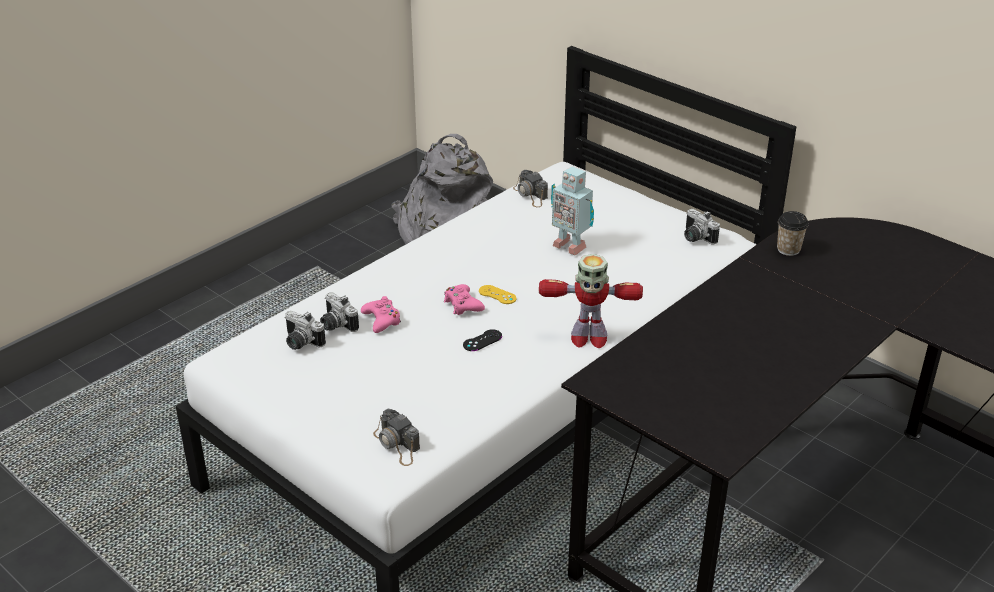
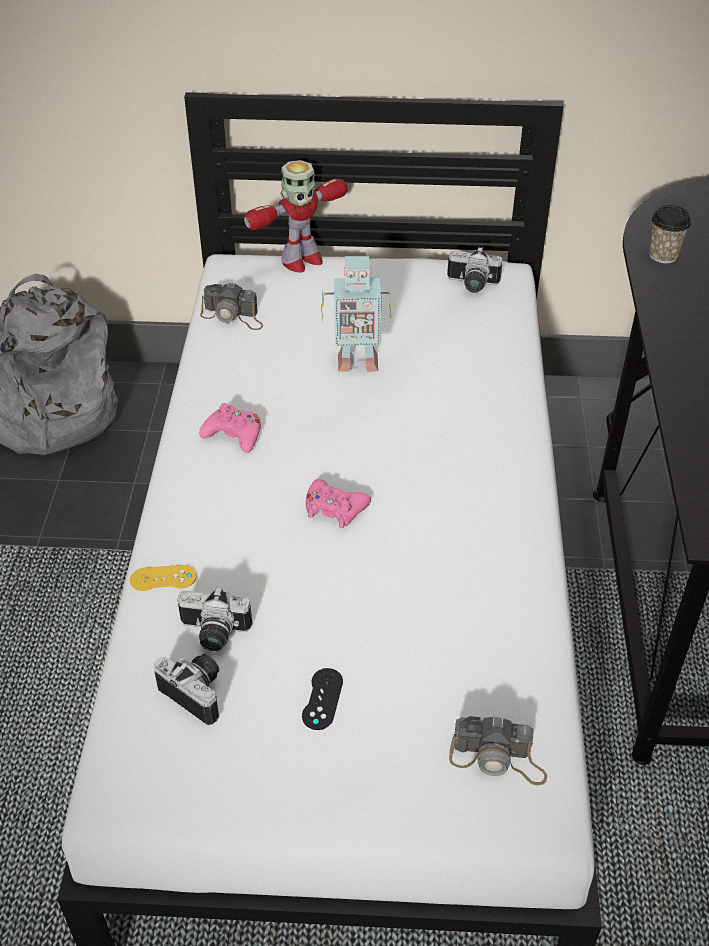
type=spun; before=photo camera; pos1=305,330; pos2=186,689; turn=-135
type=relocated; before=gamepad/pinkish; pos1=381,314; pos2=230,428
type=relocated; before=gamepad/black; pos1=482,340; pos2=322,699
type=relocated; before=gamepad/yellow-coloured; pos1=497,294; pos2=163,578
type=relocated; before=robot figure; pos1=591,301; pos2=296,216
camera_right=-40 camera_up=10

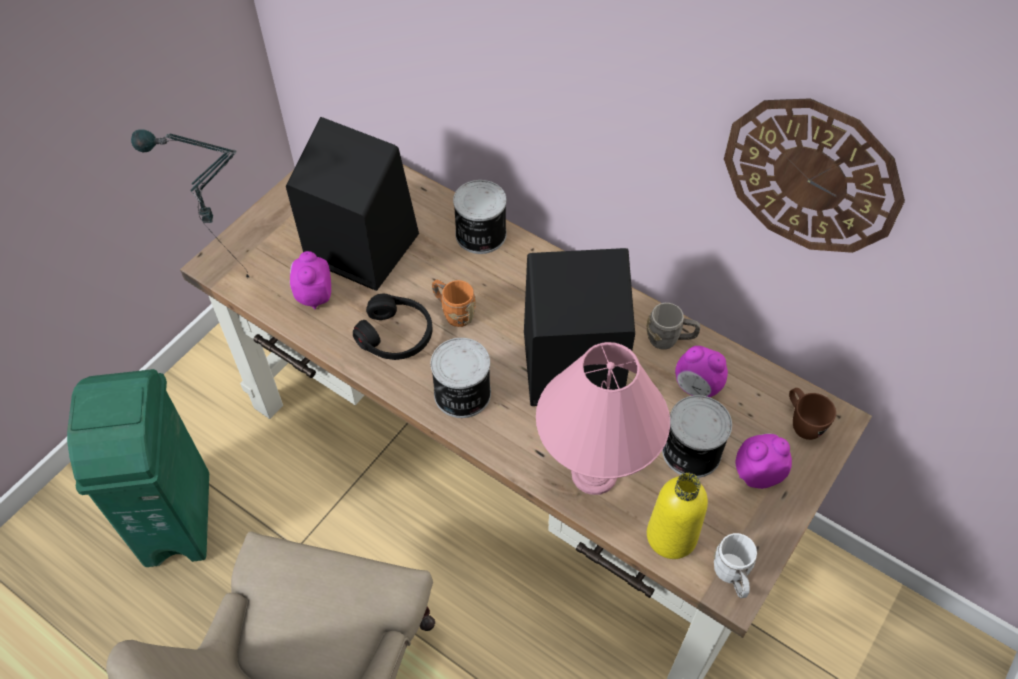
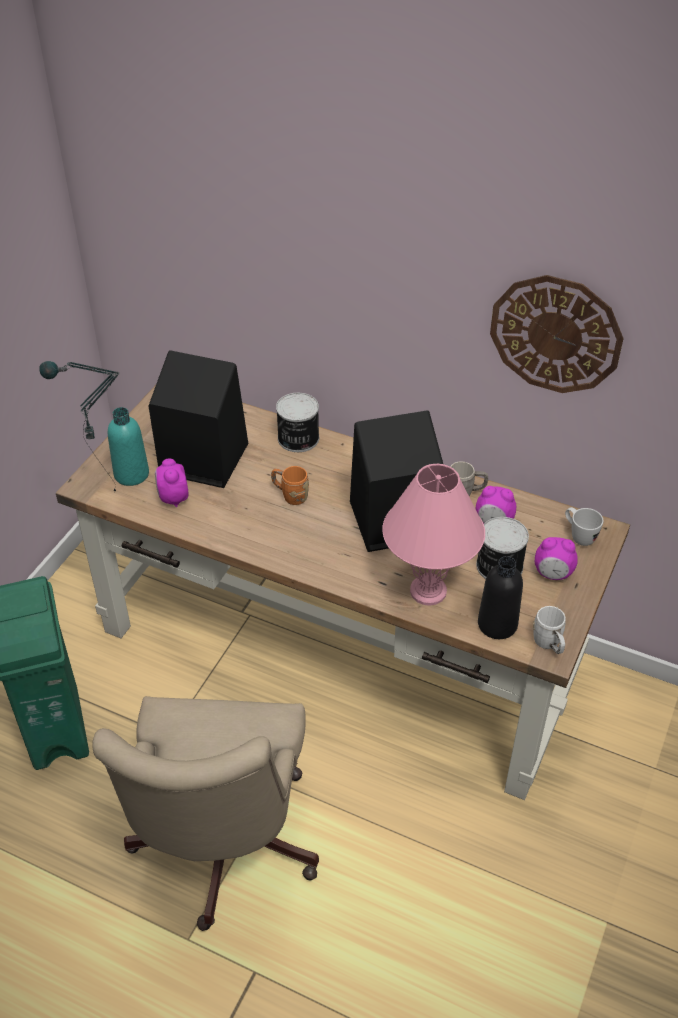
type=missing; before=headphones/black; pos1=393,327
type=missing; before=sealed can; pos1=460,378
type=colour; before=drink bottle/yellow-coloured; after=drink bottle/black; pos1=677,516; pos2=500,597
type=spun; before=bedside clock; pos1=763,461; pos2=556,558; turn=-150
type=colour; before=coffee mug/brown; after=coffee mug/whitish; pos1=812,414; pos2=584,526
type=appeared; after=drink bottle/turquoise-coloured; pos2=128,446
camera_right=-10 camera_up=-10

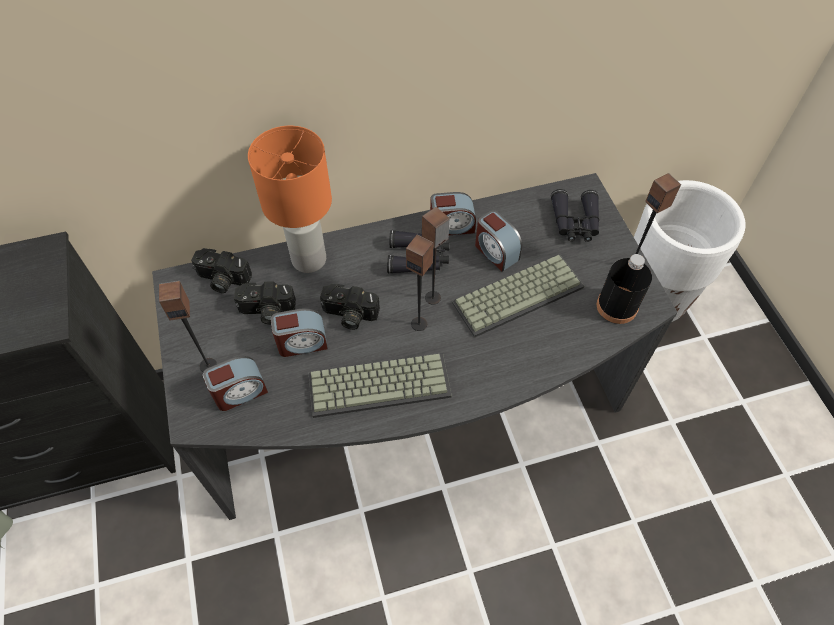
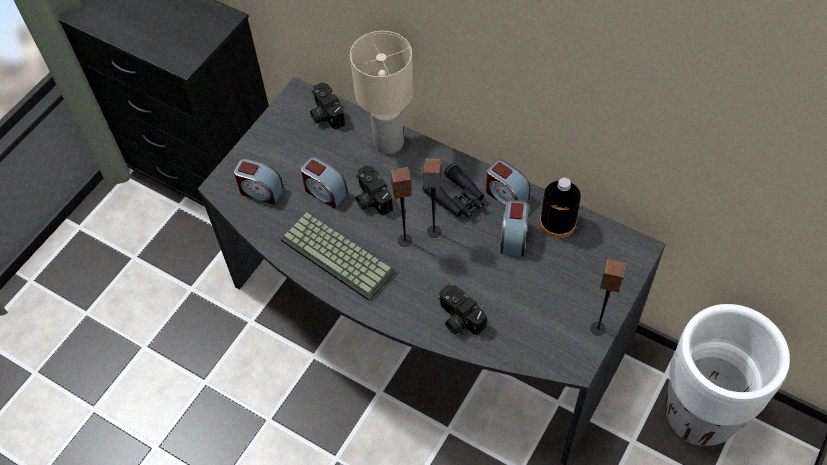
type=missing; before=audio speaker; pos1=188,326
type=relocated; before=photo camera; pos1=265,303; pos2=462,310
type=colour; before=lamp for a table/orange; after=lamp for a table/beige; pos1=290,199; pos2=382,92
type=missing; before=keyboard; pos1=518,296
type=missing; before=binoculars/black; pos1=575,215
type=relocated; before=drink bottle/black; pos1=624,289; pos2=560,208
camera_right=50 camera_up=0

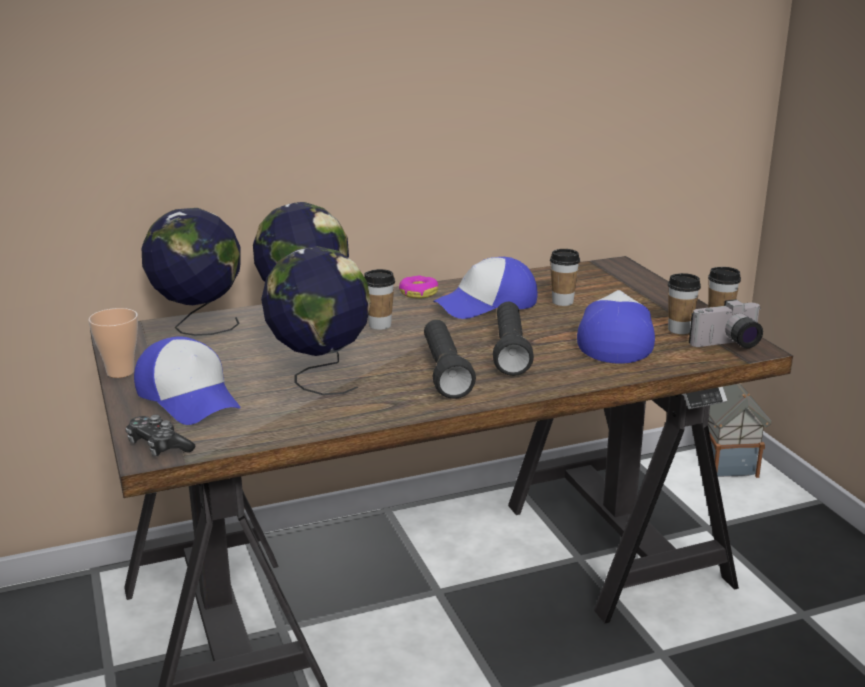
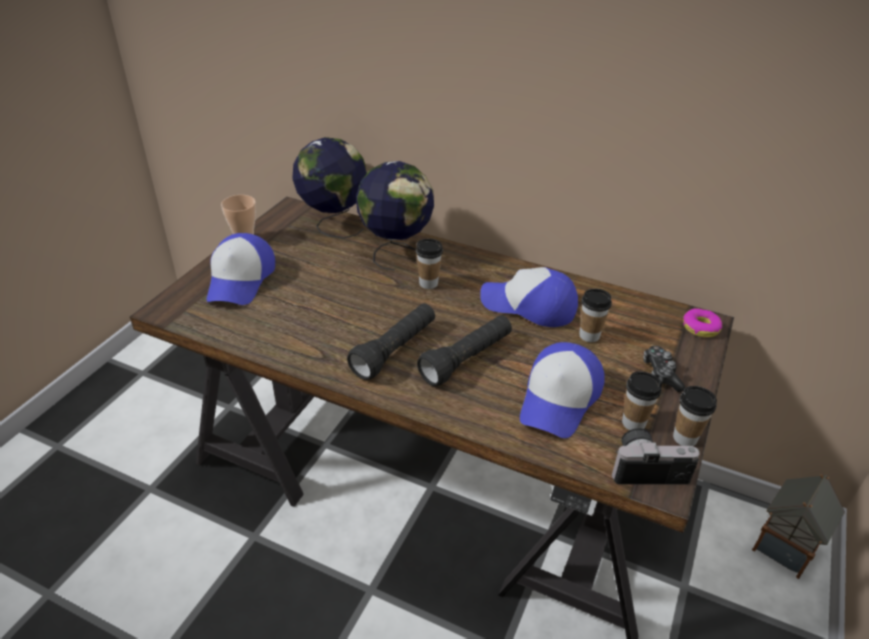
type=relocated; before=gamepad; pos1=160,435; pos2=664,369
type=missing; before=world globe; pos1=316,320
type=relocated; before=ring doughnut; pos1=418,287; pos2=702,323
type=spun; before=baseball cap; pos1=616,327; pos2=562,390; turn=150
type=spun; before=photo camera; pos1=726,323; pos2=656,456; turn=150
camera_right=45 camera_up=15

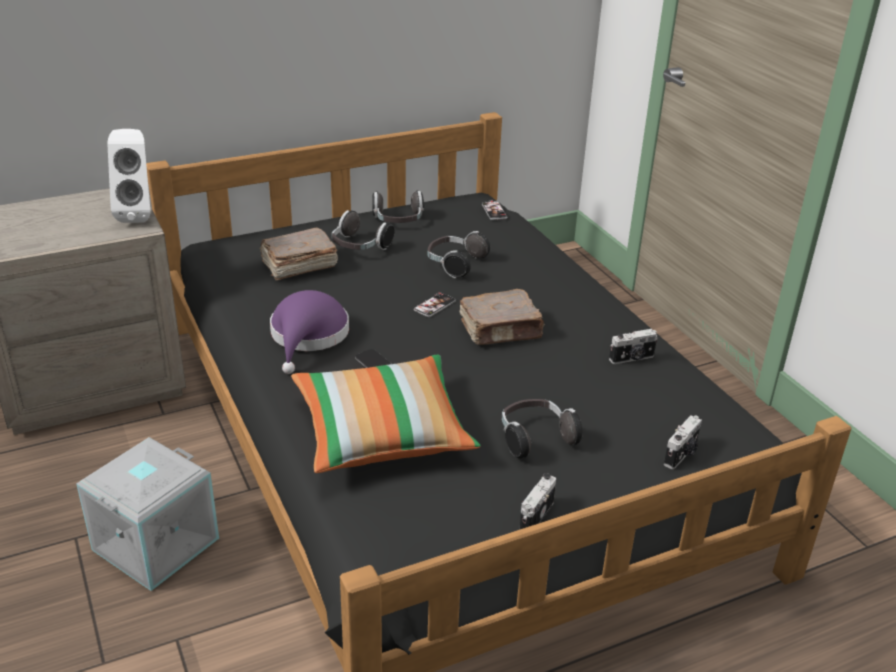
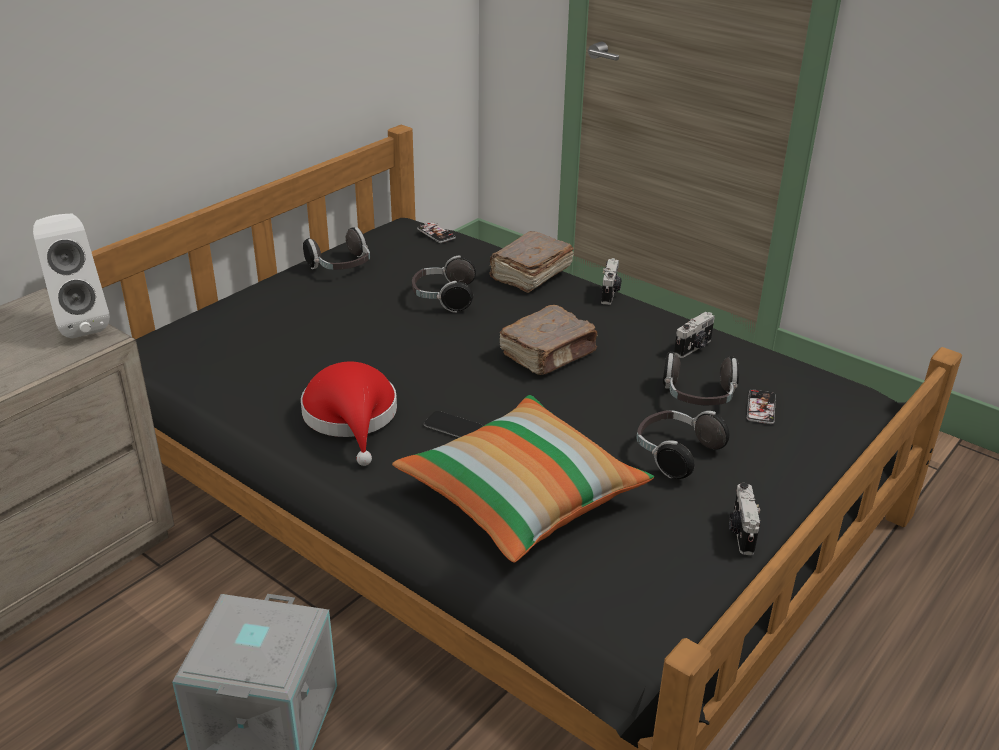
type=relocated; before=book/brown; pos1=299,253; pos2=531,262
type=colour; before=wearable hat/purple-coloured; after=wearable hat/reddish; pos1=309,332; pos2=349,414
type=relocated; before=headphones; pos1=363,230; pos2=701,378
type=relocated; before=telephone; pos1=435,305; pos2=761,406
type=relocated; before=photo camera; pos1=683,442; pos2=611,281
camera_right=-25 camera_up=0

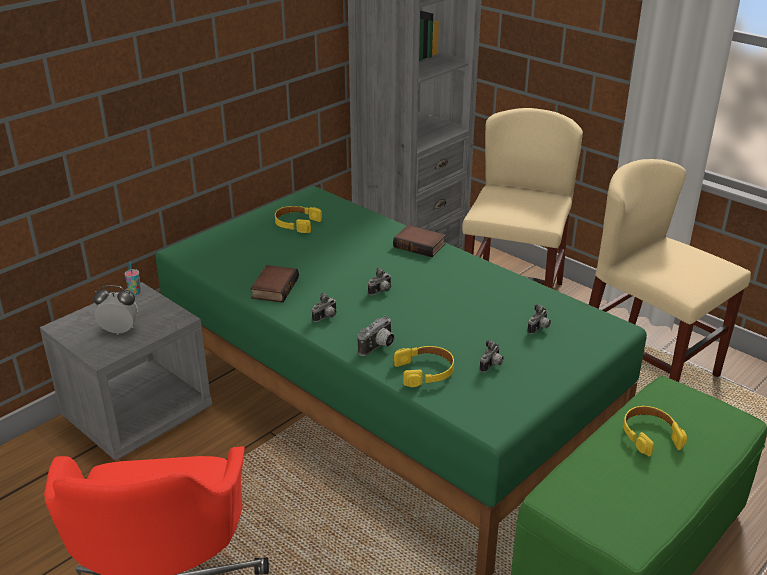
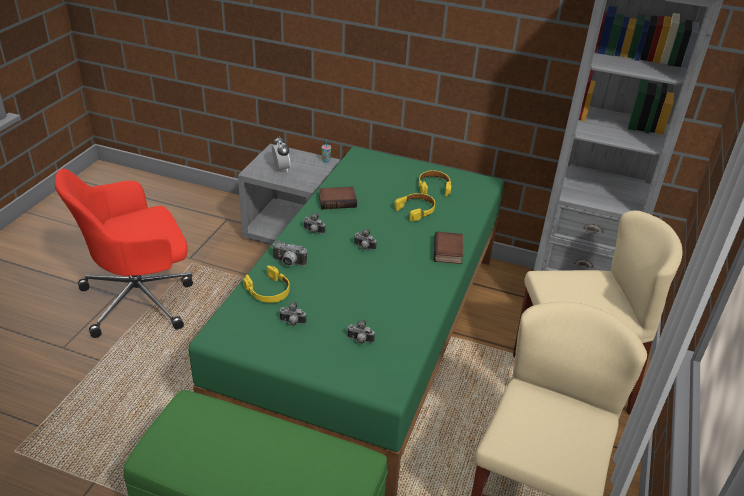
type=relocated; before=headphones/yellow-coloured; pos1=655,431; pos2=414,207
camera_right=65 camera_up=5

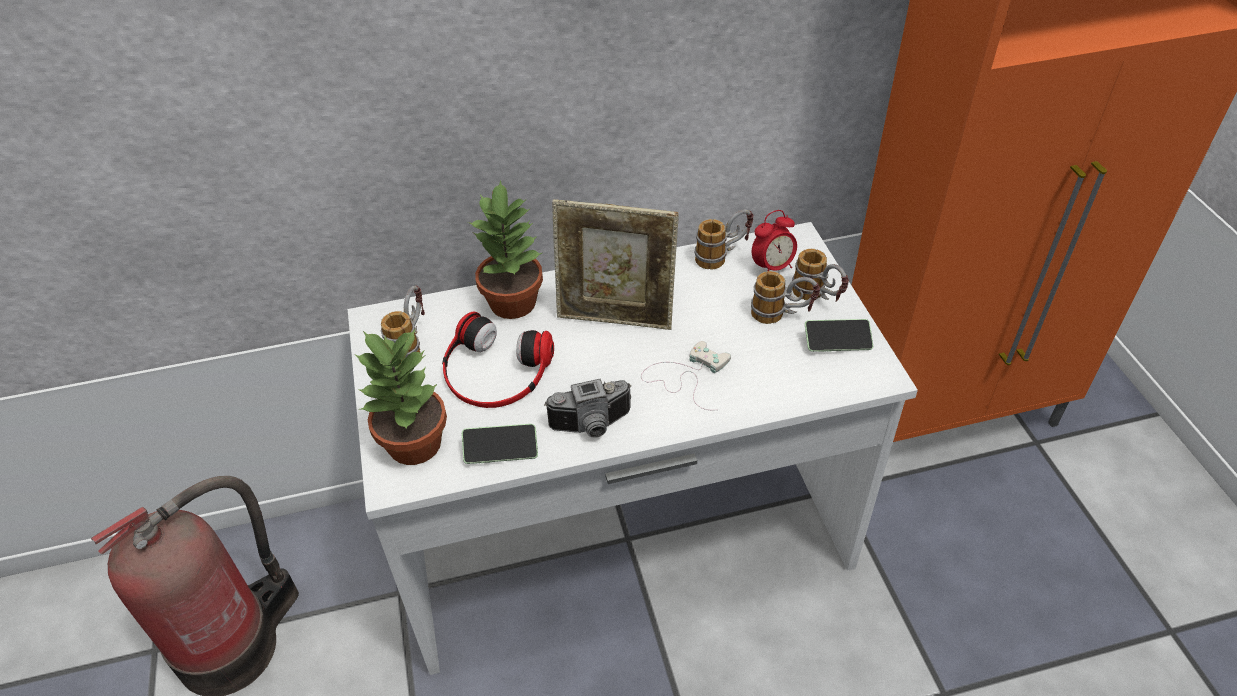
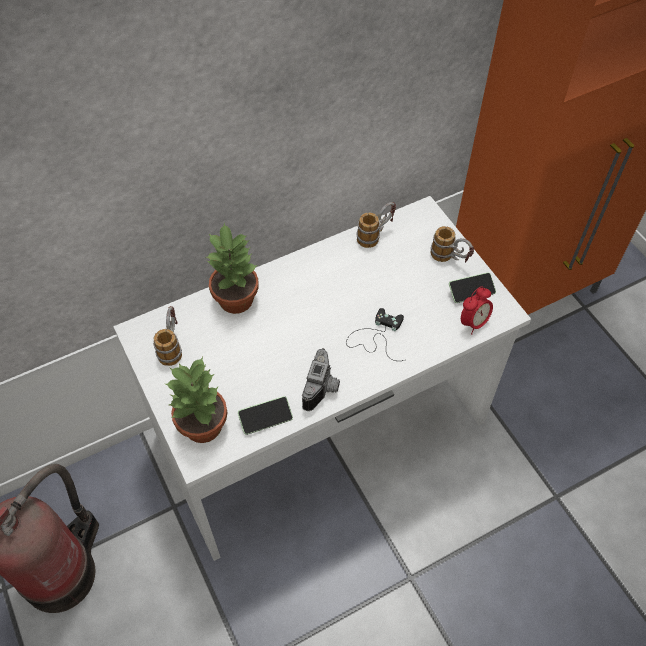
type=missing; before=headphones; pos1=498,360
type=spun; before=photo camera; pos1=587,408; pos2=321,379; turn=-45
type=missing; before=picture frame; pos1=615,264
type=colour; before=gamepad/whitish; after=gamepad/black; pos1=686,375; pos2=375,334
type=missing; before=coffee mug; pos1=785,297
type=relocated; before=bedside clock; pos1=774,240; pos2=477,310
camera_right=-15 camera_up=10

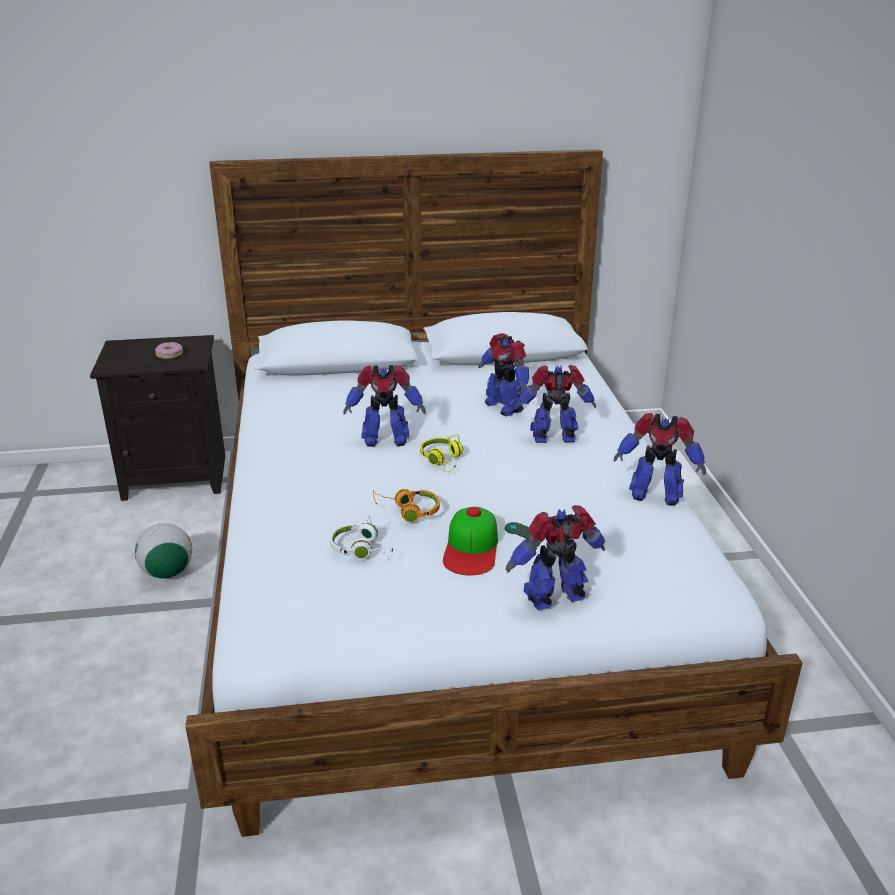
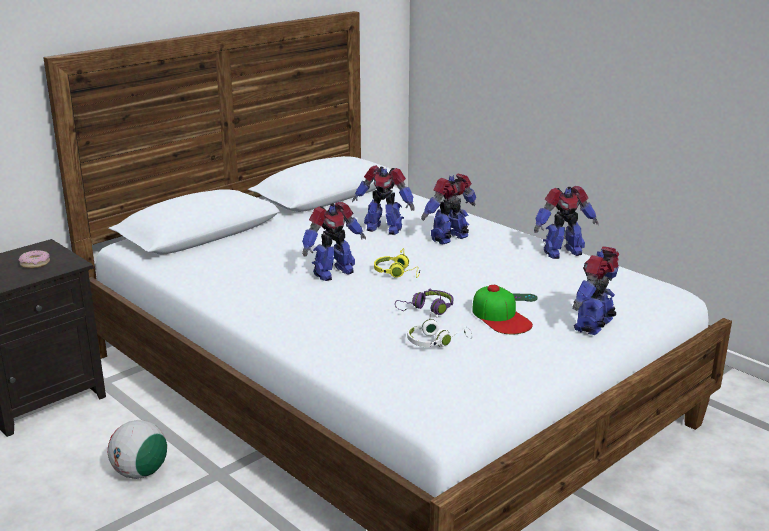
type=colour; before=headphones/orange; after=headphones/purple-coloured; pos1=406,505; pos2=424,301
camera_right=-35 camera_up=-5

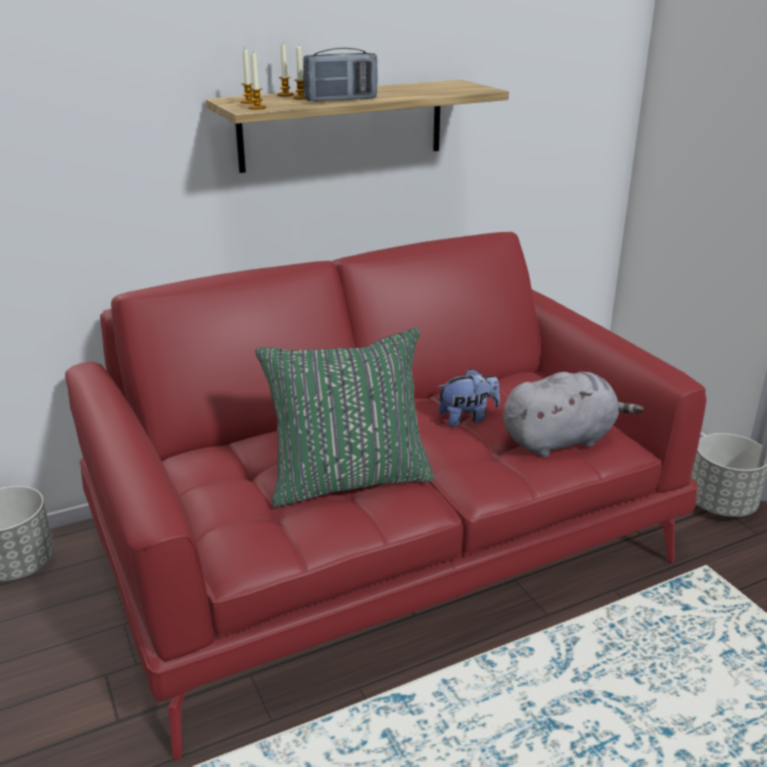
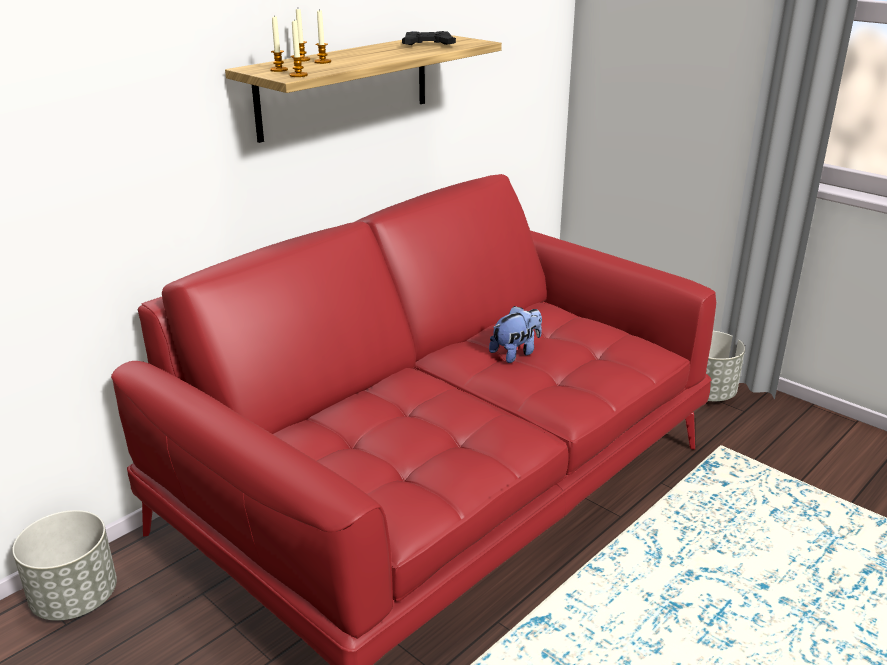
type=missing; before=throw pillow/green-coloured; pos1=344,417
type=missing; before=radio set; pos1=340,75
type=missing; before=cuddly toy/gray; pos1=573,414
type=appeared; after=gamepad/black; pos2=429,38
camera_right=-20 camera_up=0

